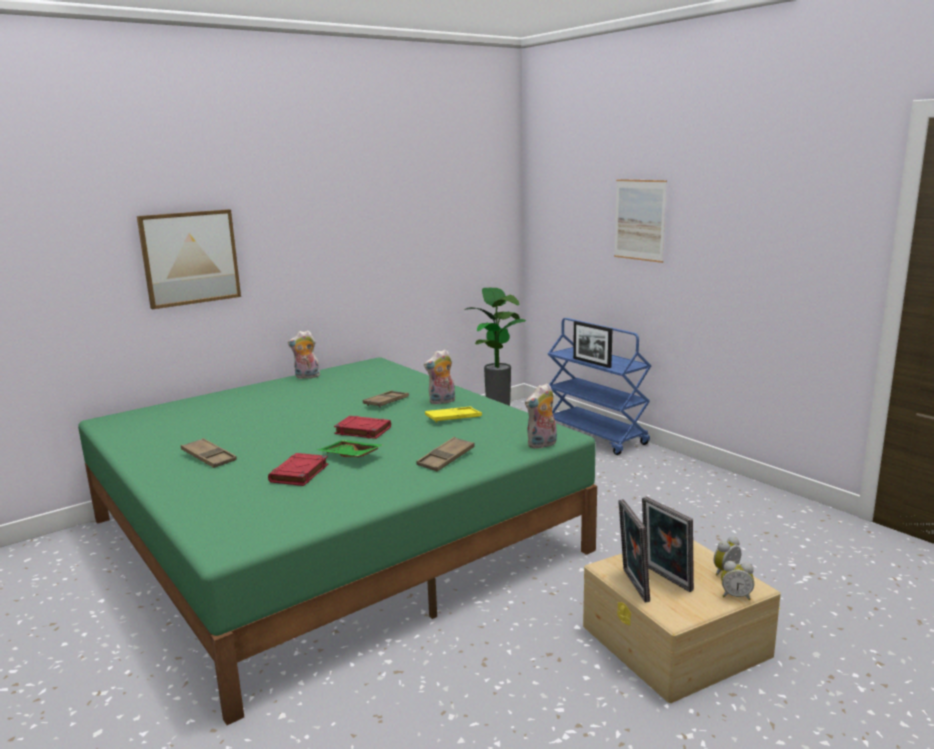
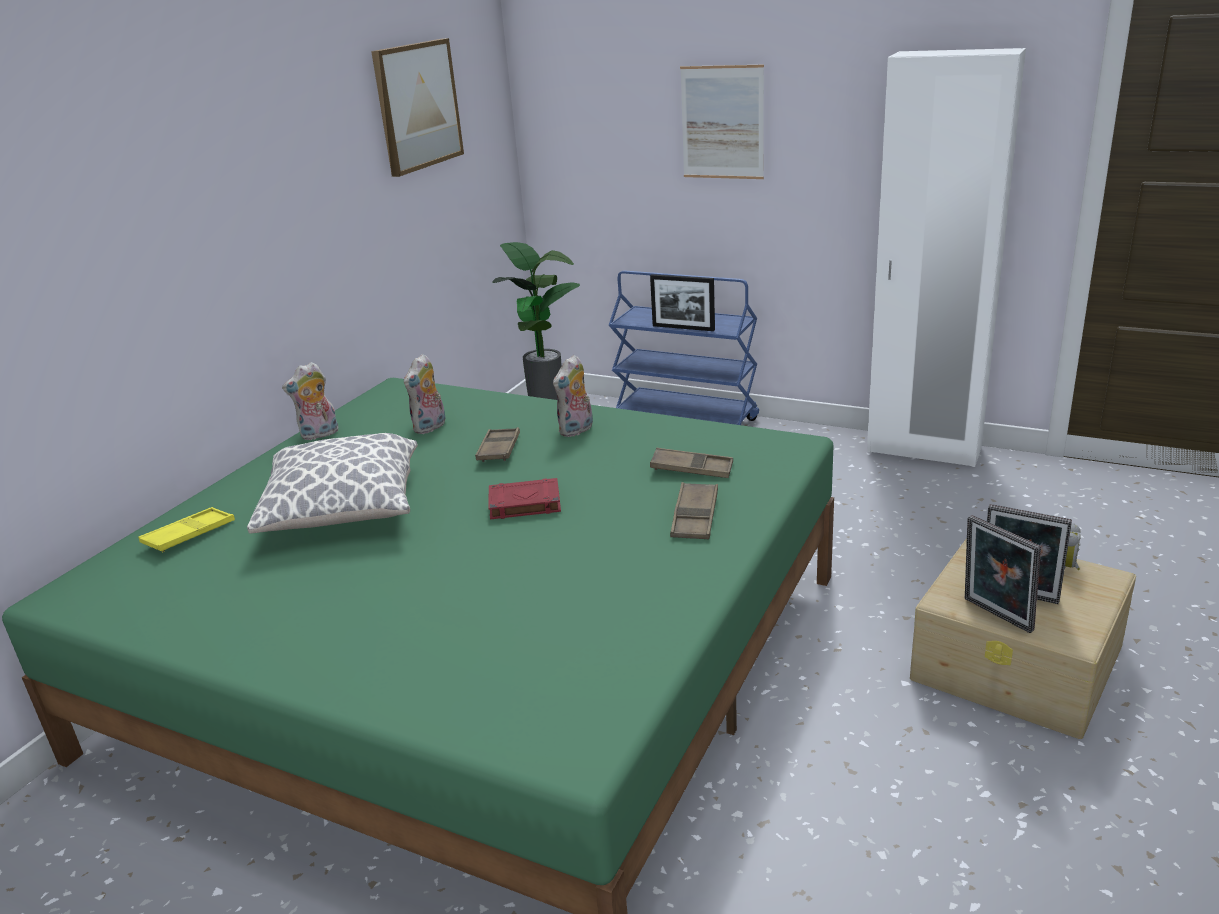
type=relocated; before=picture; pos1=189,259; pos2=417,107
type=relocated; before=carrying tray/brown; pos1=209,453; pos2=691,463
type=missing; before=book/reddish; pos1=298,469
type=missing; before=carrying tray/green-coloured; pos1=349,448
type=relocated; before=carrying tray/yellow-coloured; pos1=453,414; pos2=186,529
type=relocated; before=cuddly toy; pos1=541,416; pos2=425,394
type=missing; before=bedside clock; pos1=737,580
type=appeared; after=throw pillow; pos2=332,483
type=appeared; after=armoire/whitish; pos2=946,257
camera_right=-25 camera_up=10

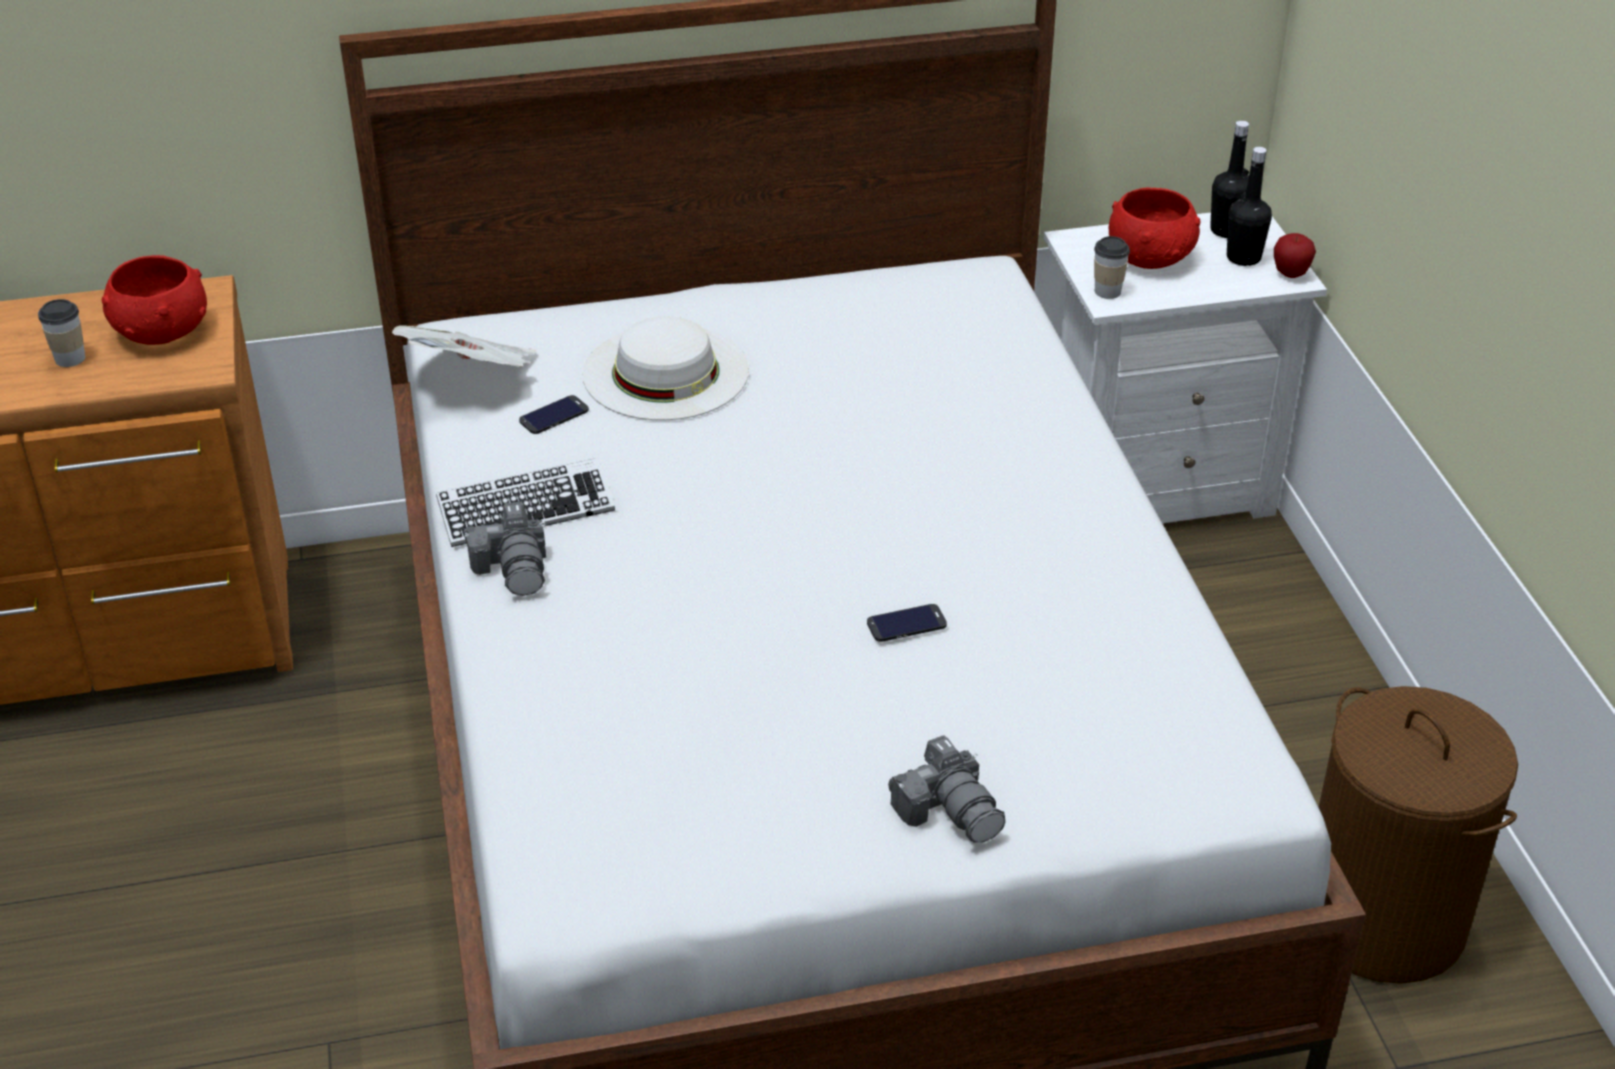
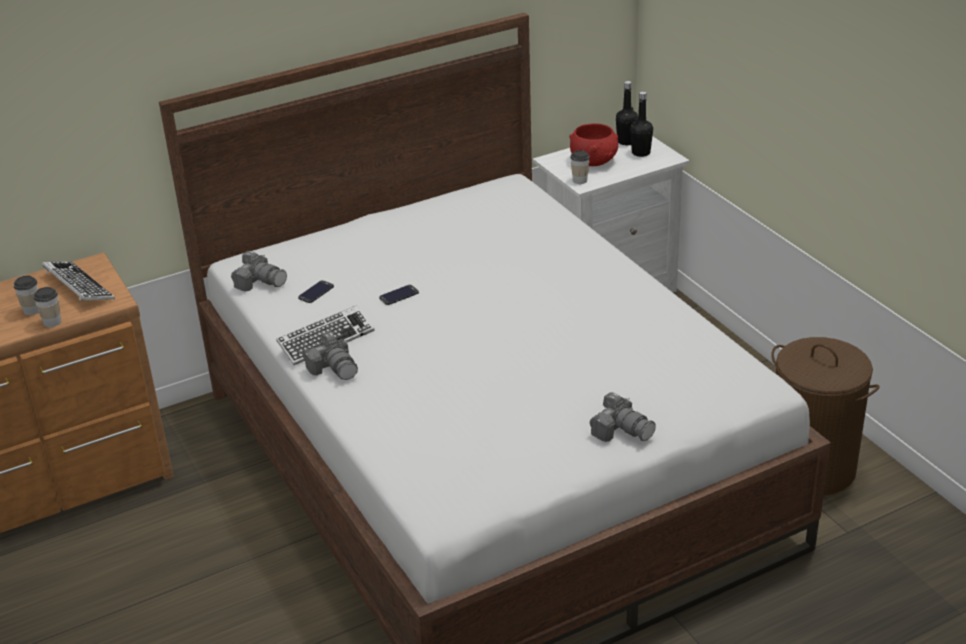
type=exchanged; before=bowl/reddish; after=keyboard; pos1=154,300; pos2=78,281
type=exchanged; before=daily paper; after=photo camera; pos1=464,346; pos2=259,271
type=missing; before=wearable hat/whitish; pos1=665,368
type=relocated; before=telephone; pos1=907,623; pos2=399,295
type=missing; before=apple fruit; pos1=1295,255
type=appeared; after=drinking cup; pos2=47,307
camera_right=-15 camera_up=-5

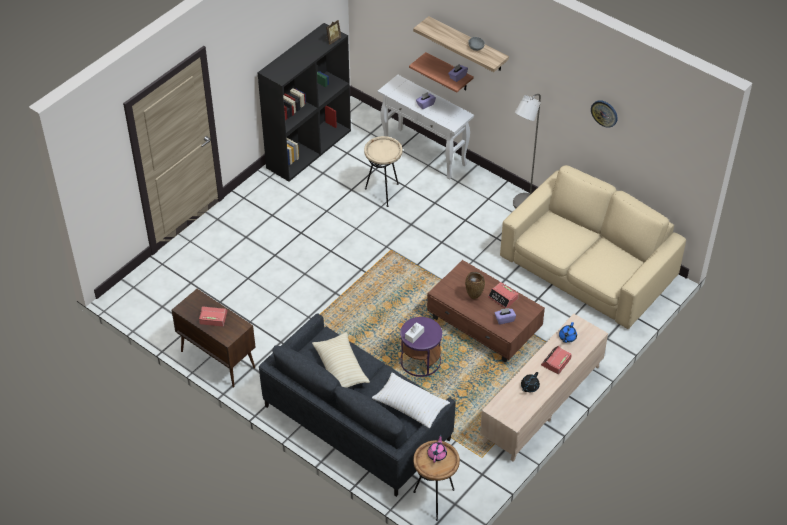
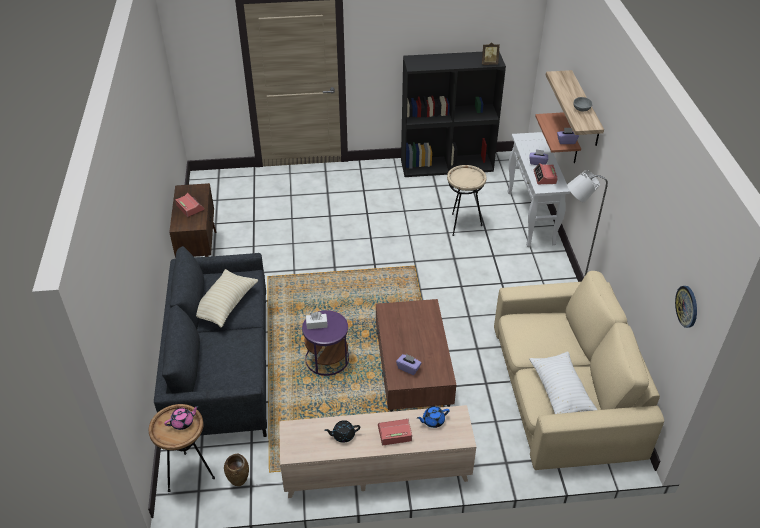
type=relocated; before=throw pillow/whitish; pos1=411,400; pos2=563,383
type=relocated; before=vase/brown; pos1=475,285; pos2=236,470
type=relocated; before=bedside clock; pos1=503,295; pos2=546,173
type=relocated; before=clock on the wall; pos1=604,114; pos2=686,307
camera_right=45 camera_up=-5

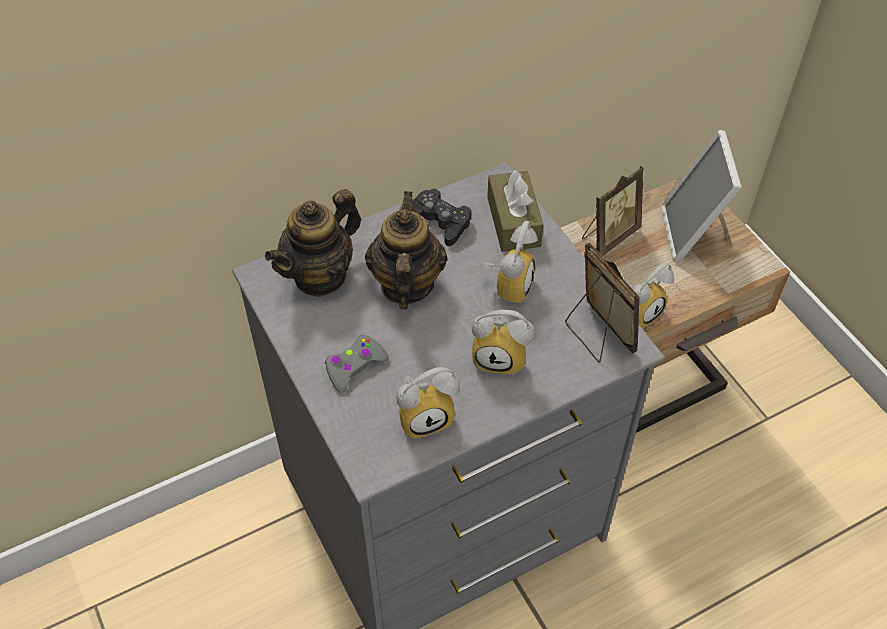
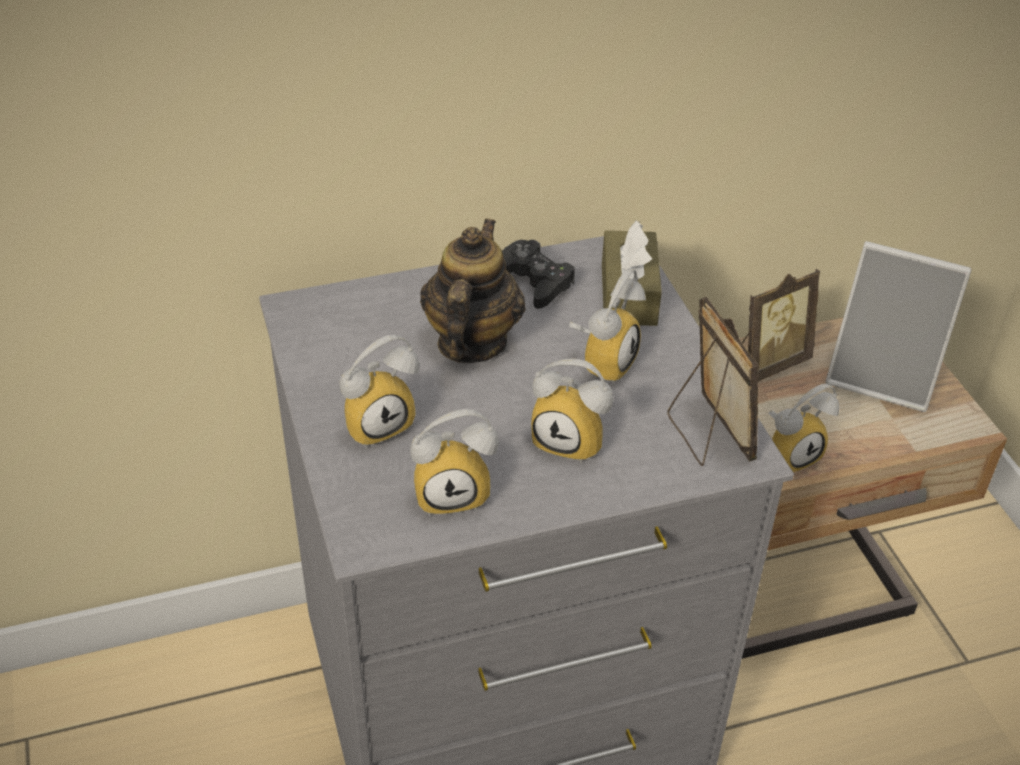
type=missing; before=pot for tea; pos1=313,243
type=exchanged; before=gamepad/gray; after=bedside clock; pos1=357,364; pos2=379,391
type=spun; before=picture frame; pos1=701,196; pos2=898,326; turn=-75
camera_right=10 camera_up=-10

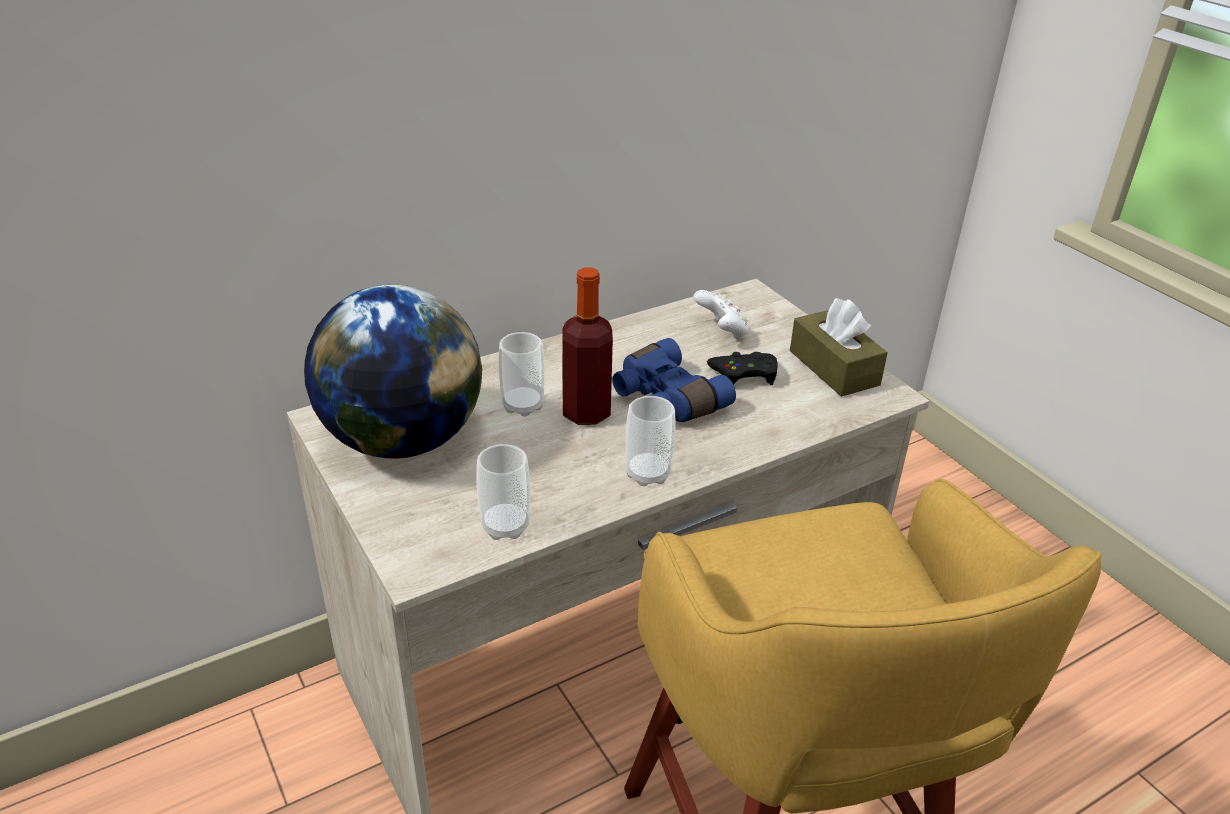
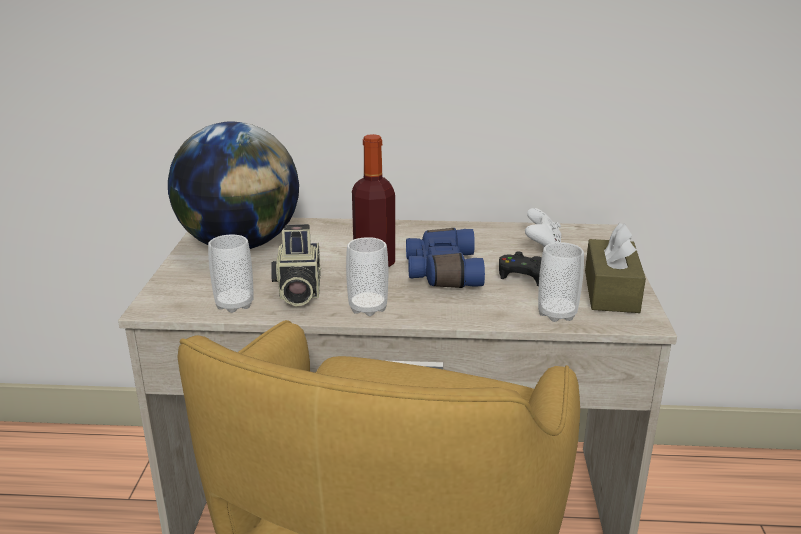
type=relocated; before=drinking cup; pos1=522,374; pos2=561,282
type=appeared; after=photo camera; pos2=296,265
camera_right=35 camera_up=-10

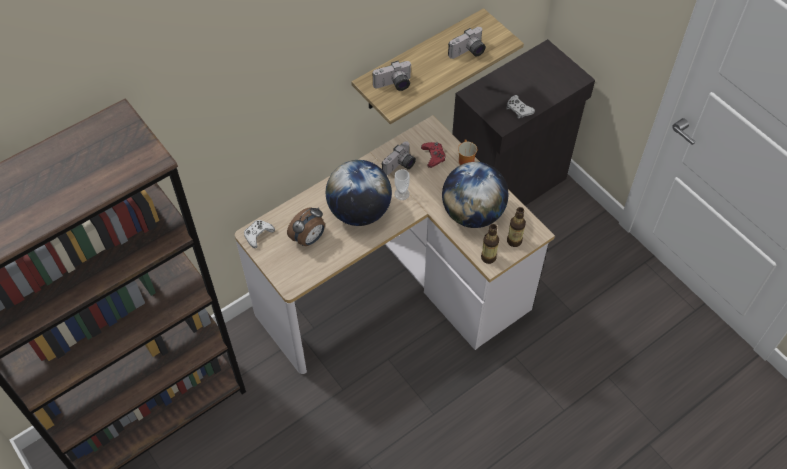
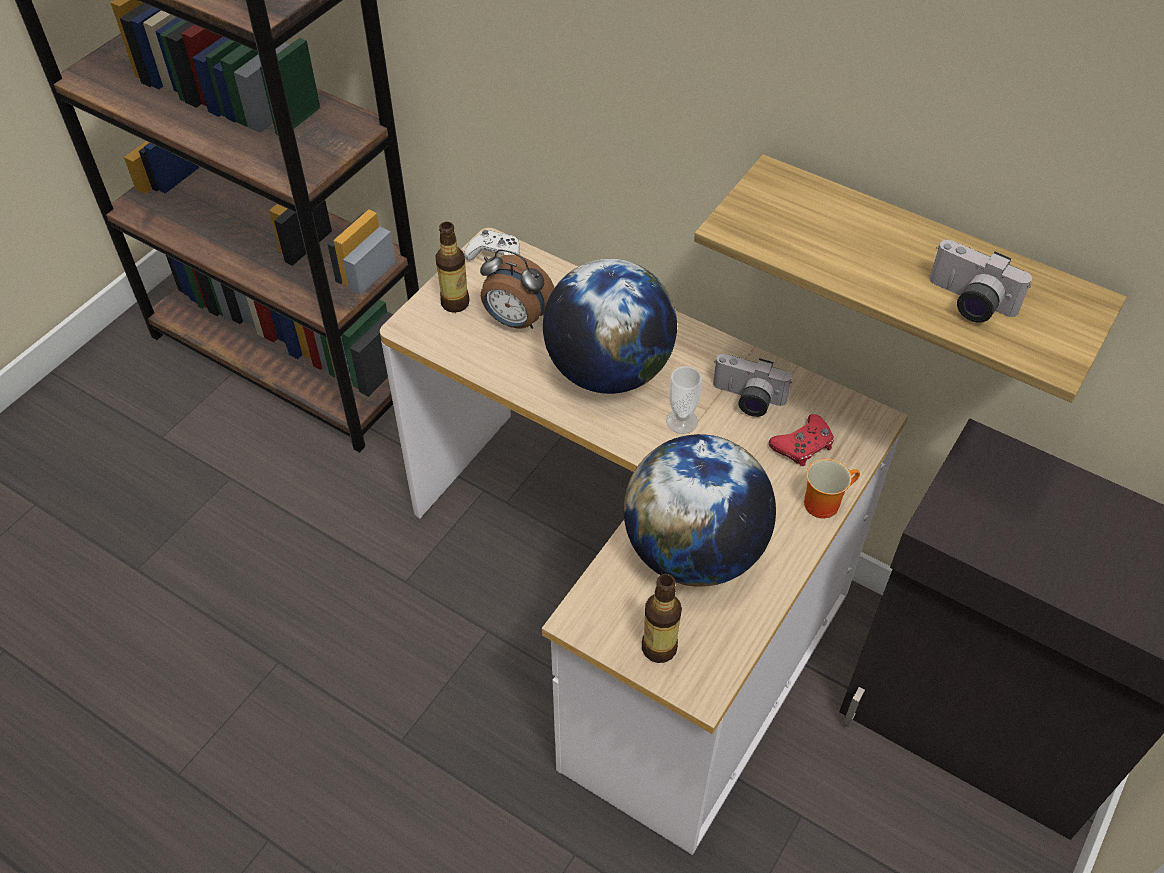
type=missing; before=photo camera; pos1=392,76
type=relocated; before=drink bottle; pos1=490,244; pos2=452,267
type=missing; before=gamepad/whitish; pos1=520,107
camera_right=70 camera_up=-5

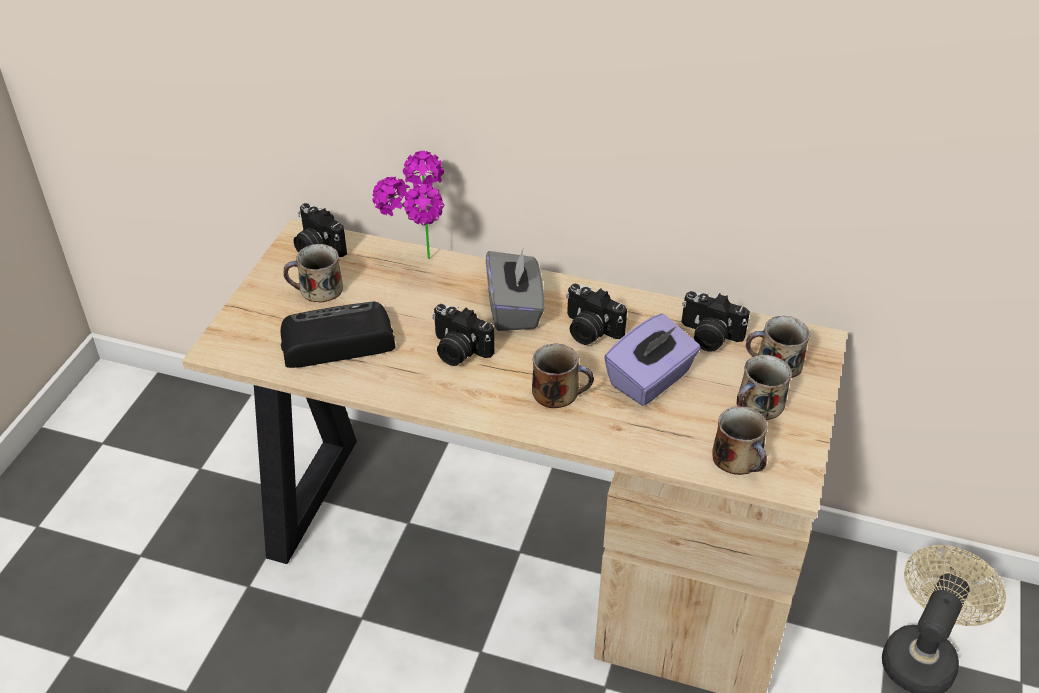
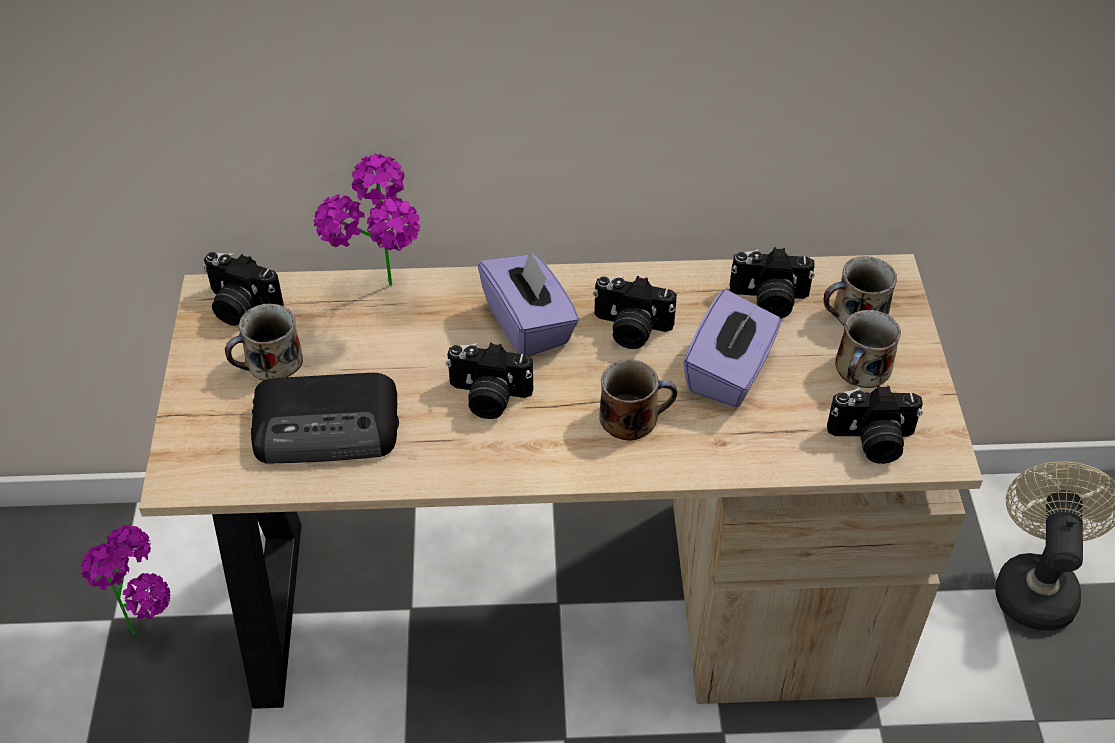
type=spun; before=radio set; pos1=338,335; pos2=325,418; turn=-150
type=colour; before=box of tissues/gray; after=box of tissues/purple-coloured; pos1=515,290; pos2=528,303
type=exchanged; before=coffee mug; after=photo camera; pos1=740,440; pos2=875,425
type=appeared; after=plant in a pot; pos2=126,580
camera_right=-20 camera_up=5

